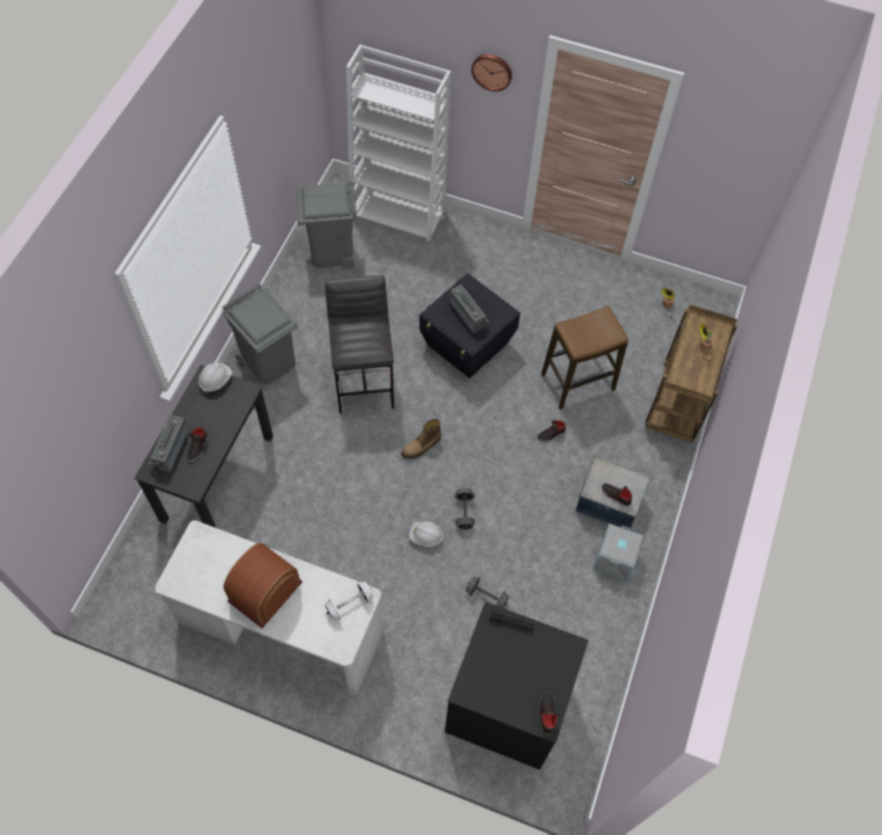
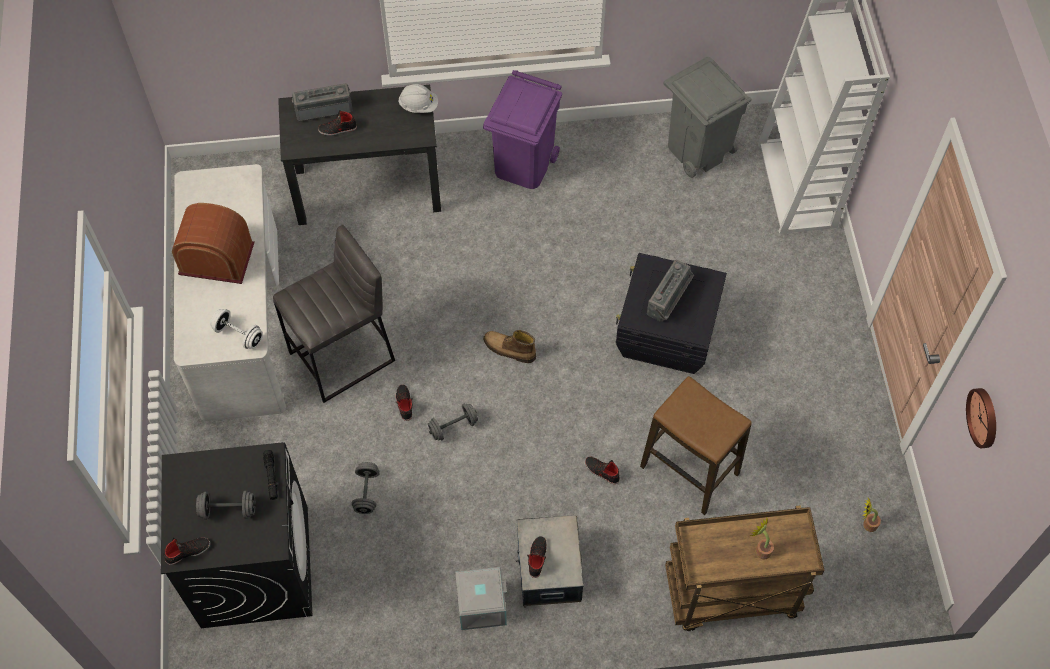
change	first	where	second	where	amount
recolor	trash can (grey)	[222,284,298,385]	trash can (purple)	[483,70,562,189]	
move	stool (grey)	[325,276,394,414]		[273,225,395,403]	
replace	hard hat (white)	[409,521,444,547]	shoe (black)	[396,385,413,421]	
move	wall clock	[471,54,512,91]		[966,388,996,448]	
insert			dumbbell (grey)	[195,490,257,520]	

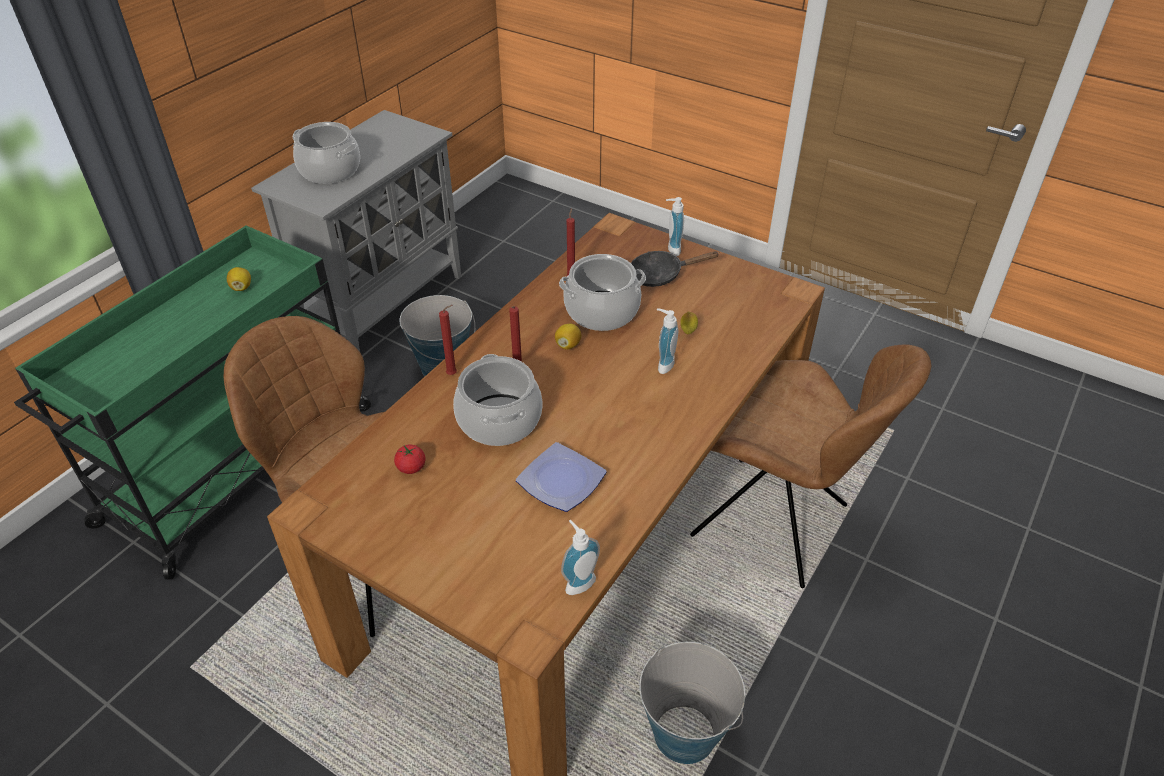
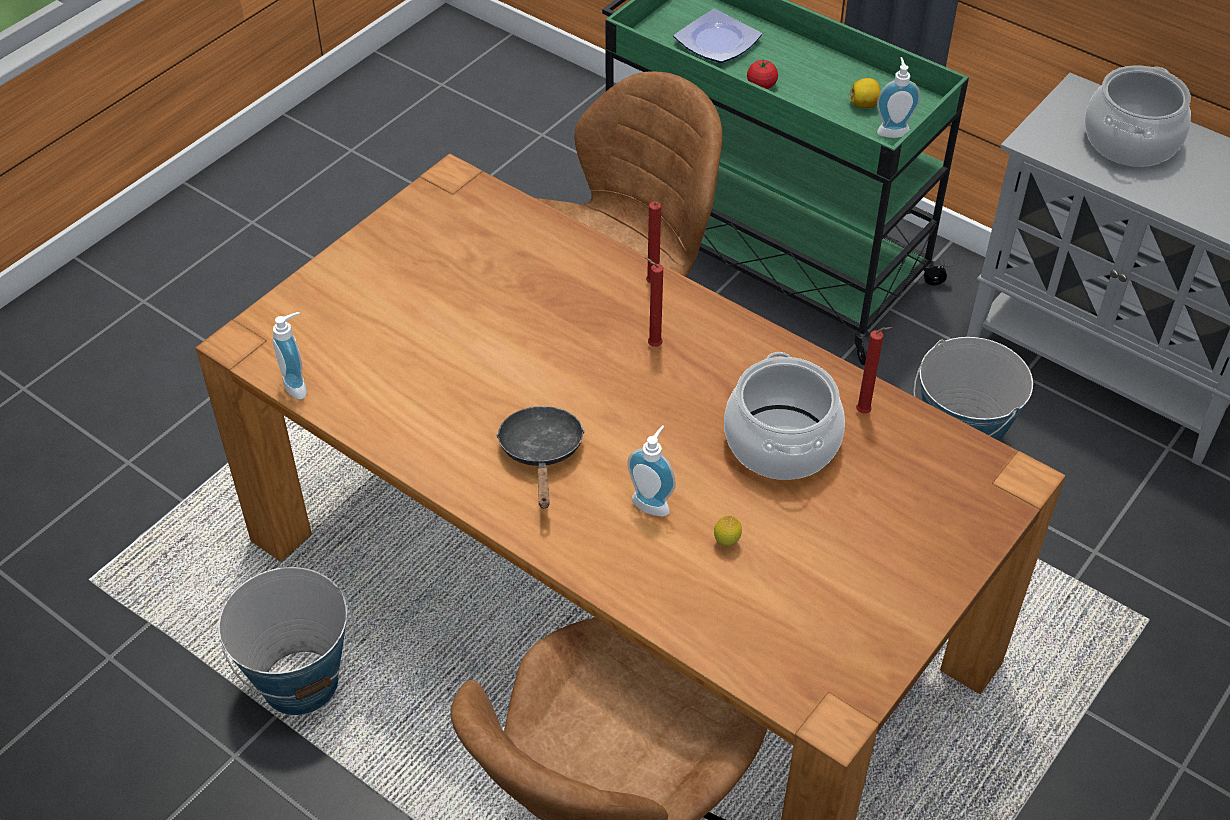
change	first	where	second	where	amount
move	tomato	[394,445,426,474]		[747,60,778,89]	
delete	cooking pot	[453,354,542,446]			
move	plate	[516,442,607,512]		[674,9,762,63]	
delete	lemon	[555,324,581,350]			
move	frying pan (black)	[631,251,720,287]		[496,406,585,508]	
move	soap dispenser	[666,197,684,256]		[877,57,921,138]	

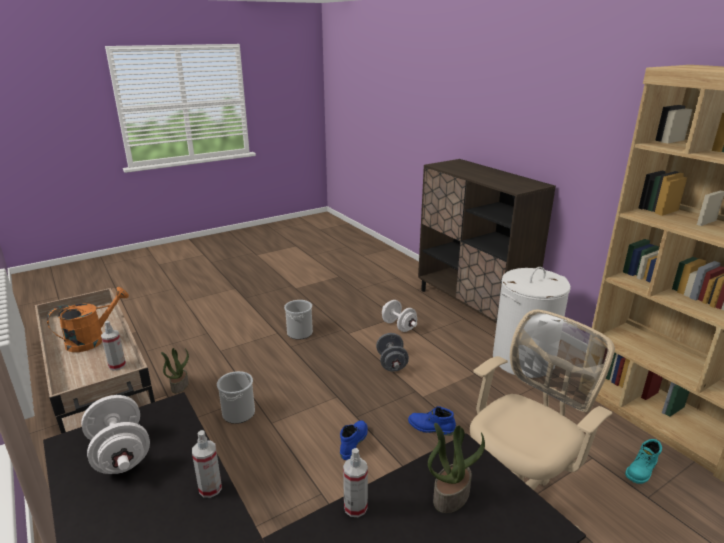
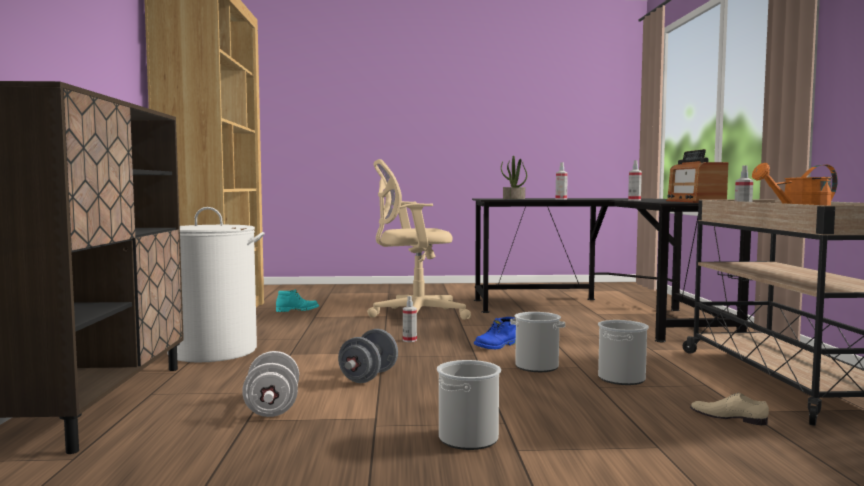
change	first	where	second	where	amount
replace	dumbbell (white)	[81,395,150,474]	radio	[666,149,728,203]	
replace	potted plant	[161,348,189,394]	shoe (beige)	[690,393,769,425]	
replace	boot (blue)	[408,406,456,436]	spray bottle	[403,296,417,342]	
insert			bucket	[511,312,565,372]	

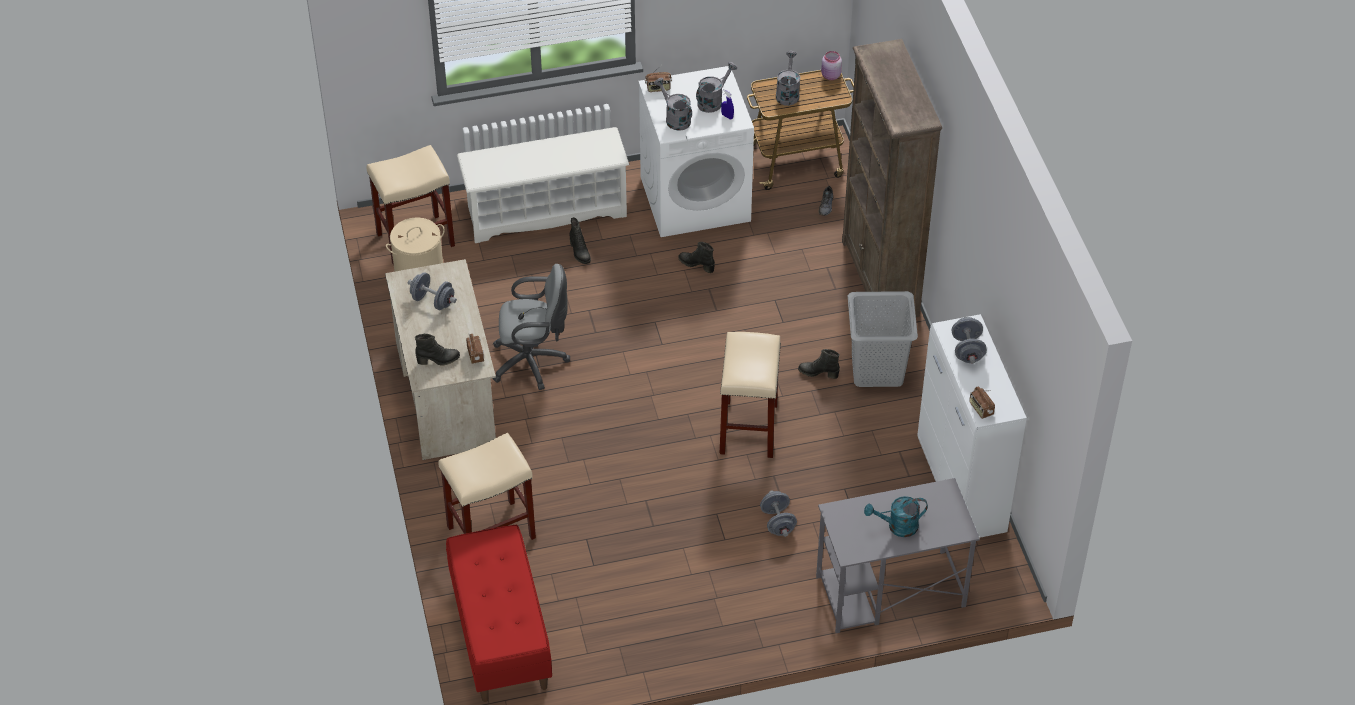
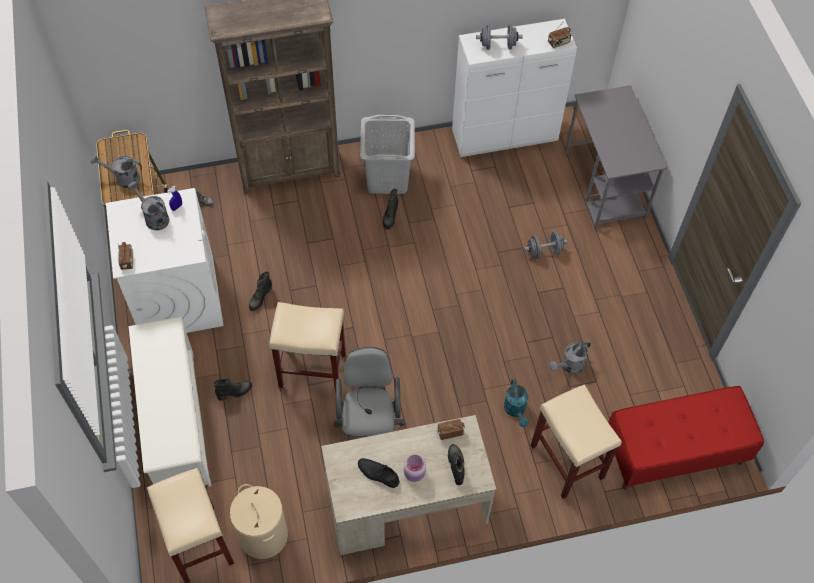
change	first	where	second	where	amount
replace	dumbbell (grey)	[408,272,457,310]	shoe (black)	[358,458,399,488]	
move	watering can (grey)	[654,78,692,131]		[549,341,591,374]	
move	stool (beige)	[720,332,781,458]		[269,302,346,393]	
move	jar (pink)	[821,51,842,80]		[404,455,426,482]	
move	watering can (turquoise)	[864,496,928,537]		[504,379,529,427]	

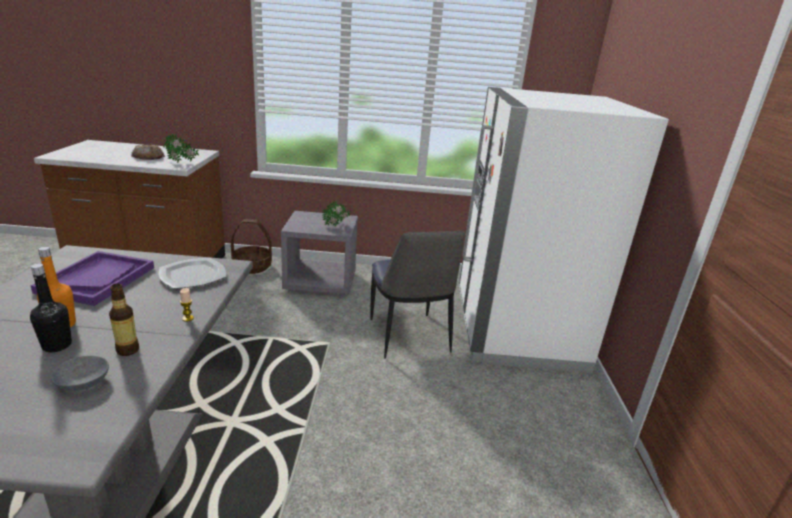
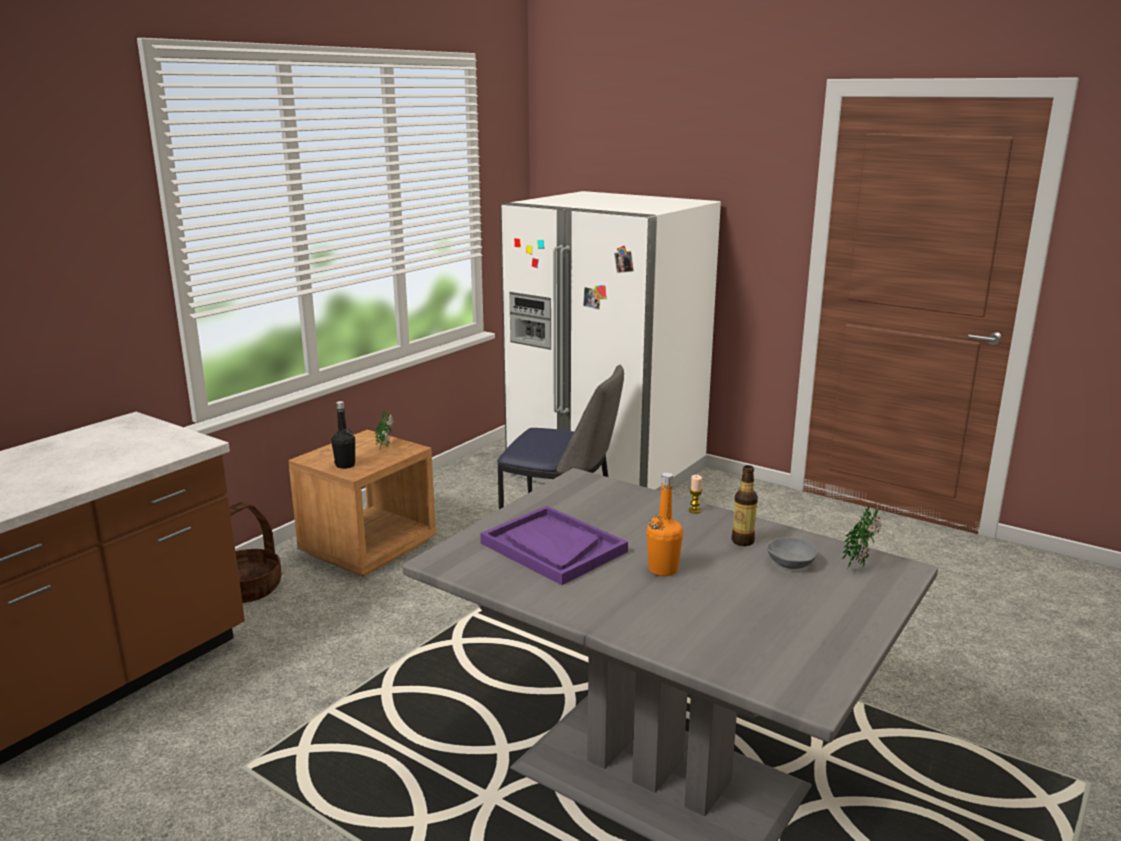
change	first	where	second	where	amount
move	bottle (black)	[30,264,72,352]		[331,401,355,469]	
delete	bread	[131,143,165,160]			
delete	plate	[158,258,226,289]			
move	potted plant	[164,133,199,163]		[842,505,881,569]	
recolor	nightstand (grey)	[281,211,358,296]	nightstand (brown)	[288,430,436,577]	

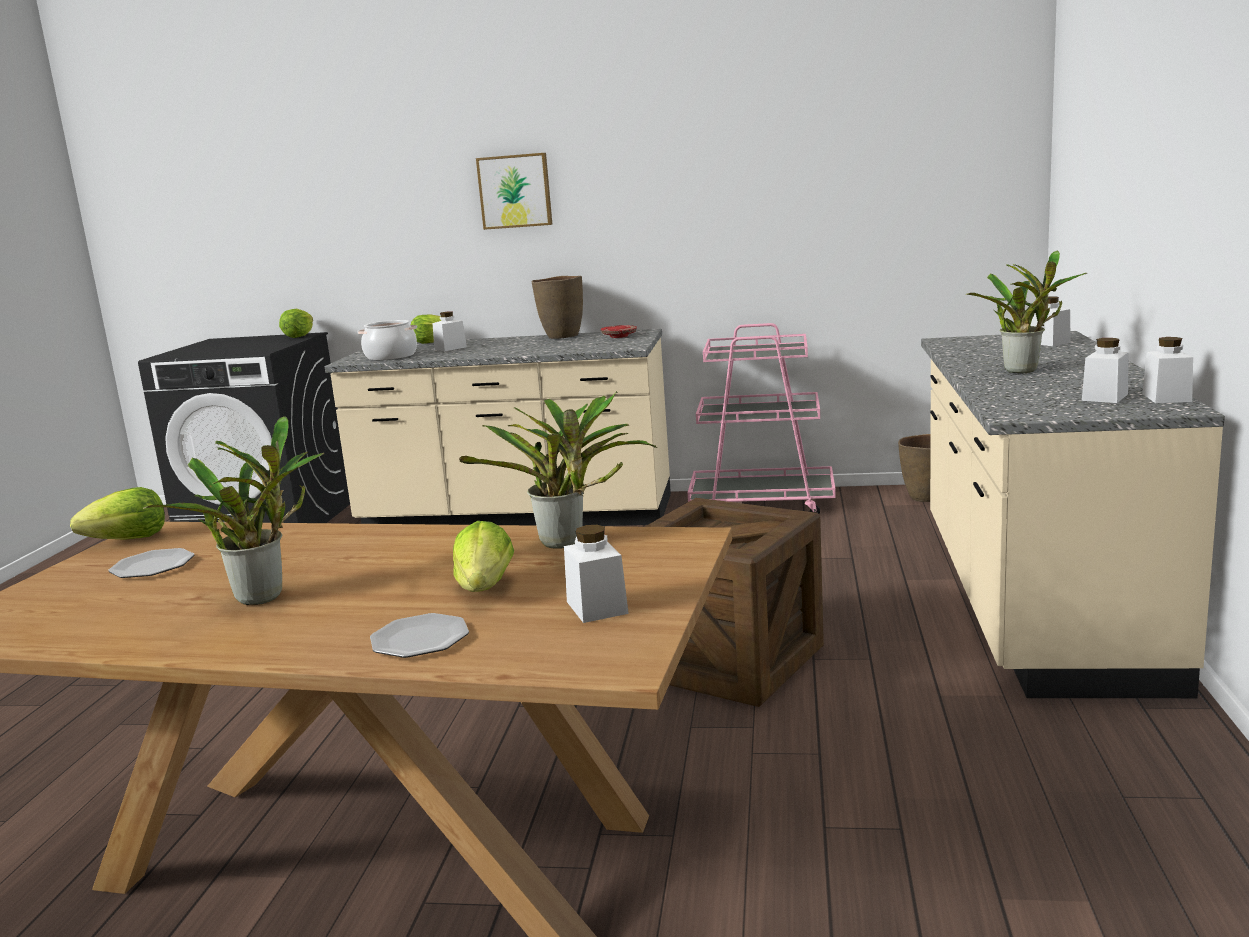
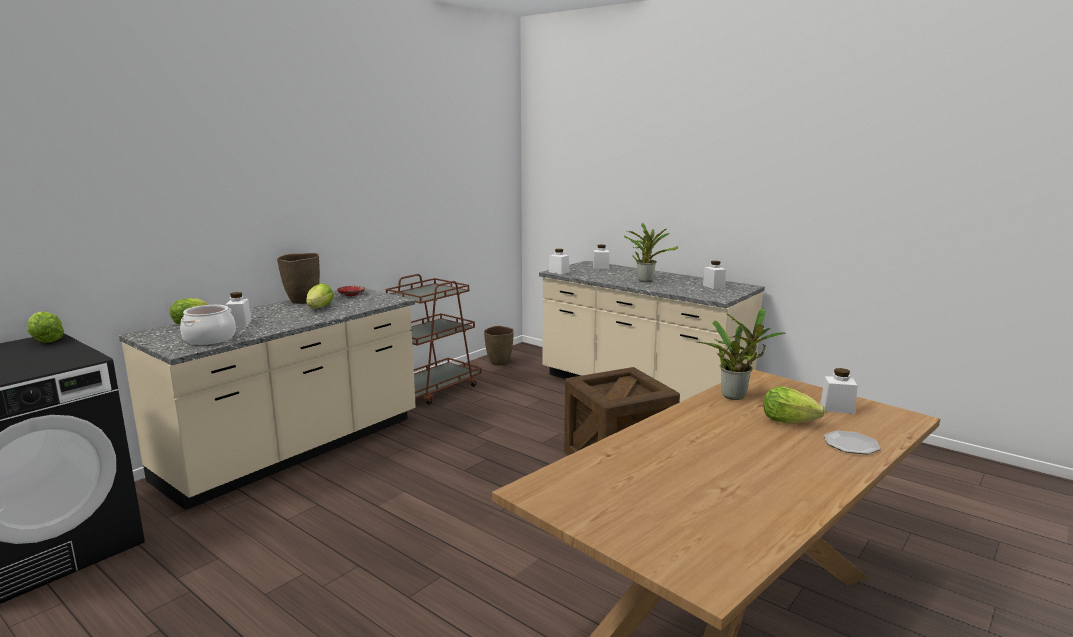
change	first	where	second	where	amount
move	lettuce	[70,487,165,540]		[306,283,334,308]	
delete	plate	[108,548,194,578]			
delete	potted plant	[143,416,325,605]			
delete	picture	[476,153,552,230]			
recolor	cart (pink)	[687,323,836,514]	cart (brown)	[386,274,482,405]	
move	jar (white)	[1142,337,1193,403]		[549,249,570,274]	

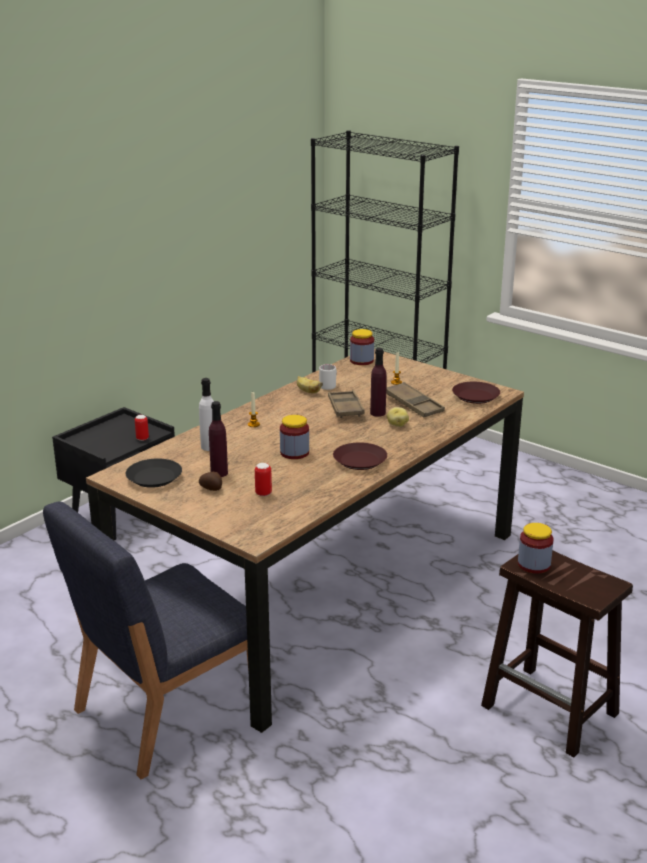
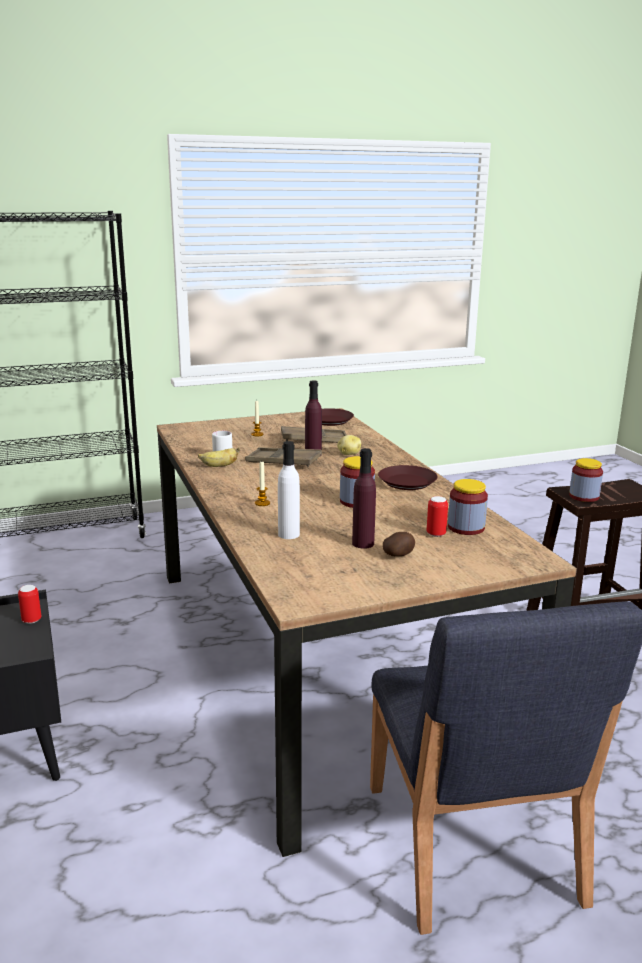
change	first	where	second	where	amount
delete	plate (black)	[126,458,182,488]			
move	jar	[350,329,374,365]		[448,479,488,535]	

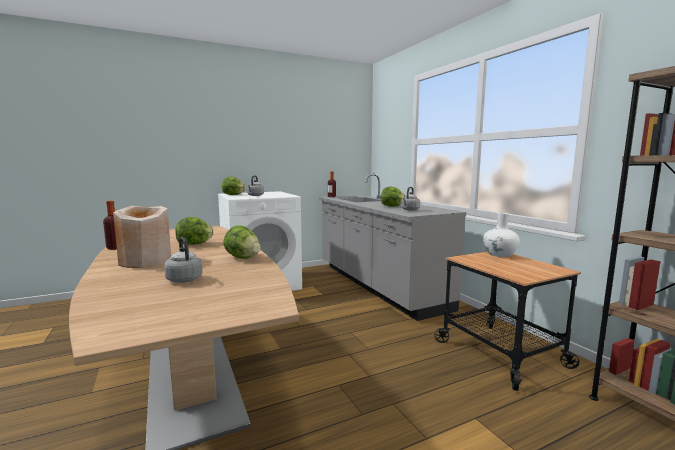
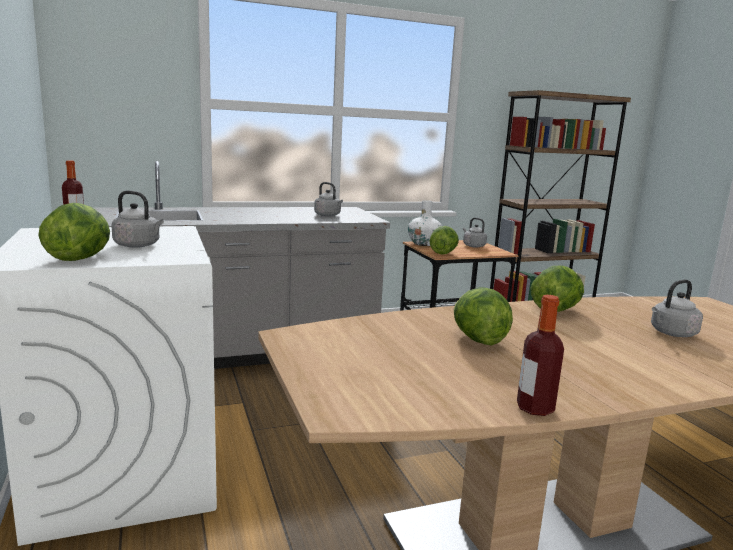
change	first	where	second	where	amount
delete	vase (beige)	[113,206,171,268]			
move	lettuce	[381,187,405,206]		[430,226,459,254]	
insert			kettle (grey)	[463,218,487,248]	

